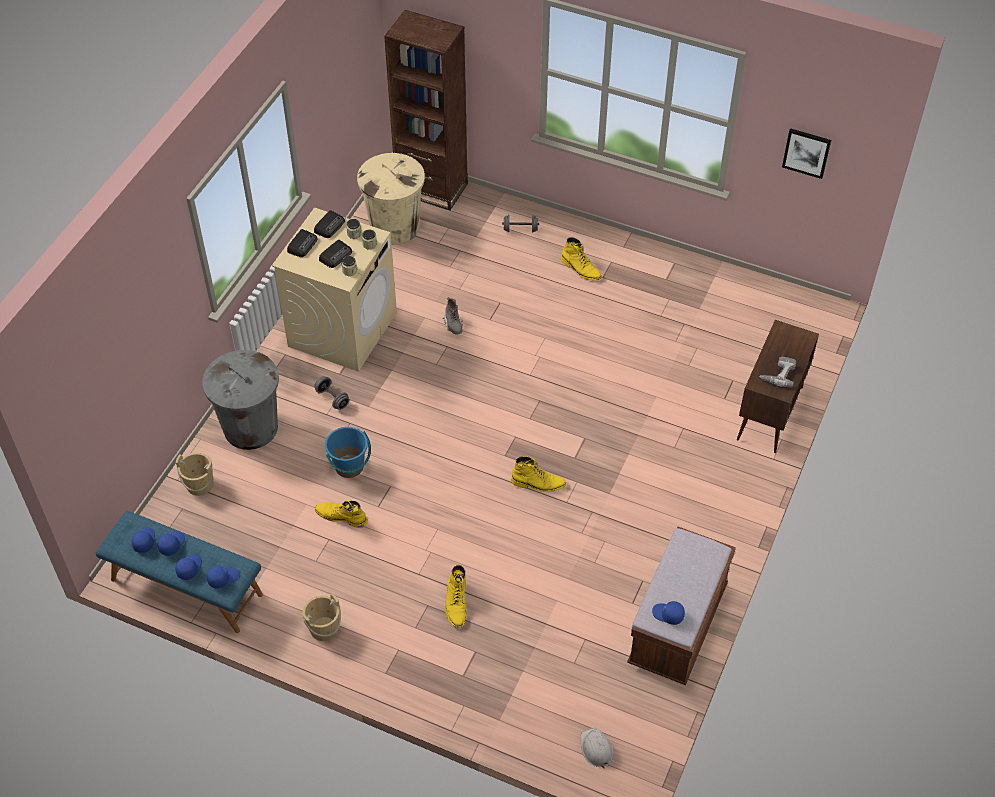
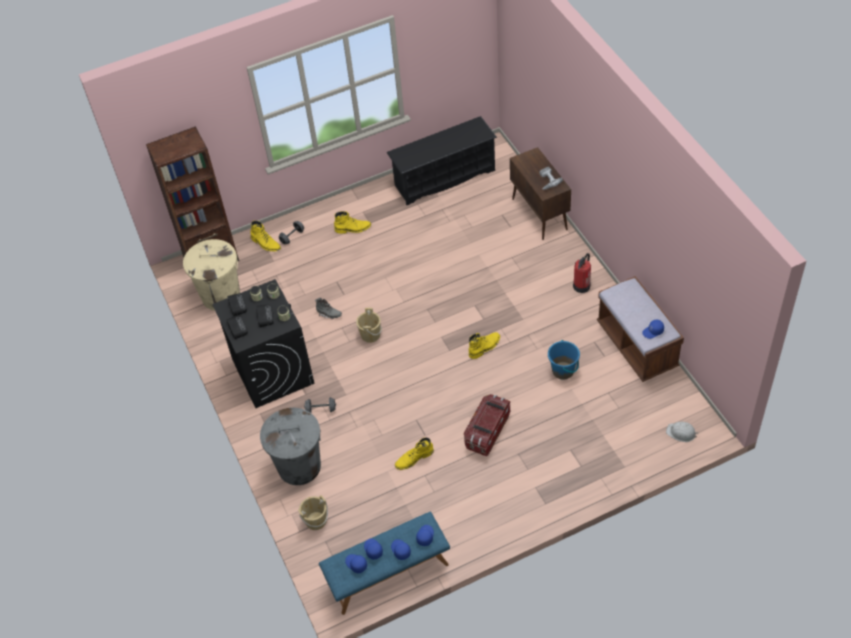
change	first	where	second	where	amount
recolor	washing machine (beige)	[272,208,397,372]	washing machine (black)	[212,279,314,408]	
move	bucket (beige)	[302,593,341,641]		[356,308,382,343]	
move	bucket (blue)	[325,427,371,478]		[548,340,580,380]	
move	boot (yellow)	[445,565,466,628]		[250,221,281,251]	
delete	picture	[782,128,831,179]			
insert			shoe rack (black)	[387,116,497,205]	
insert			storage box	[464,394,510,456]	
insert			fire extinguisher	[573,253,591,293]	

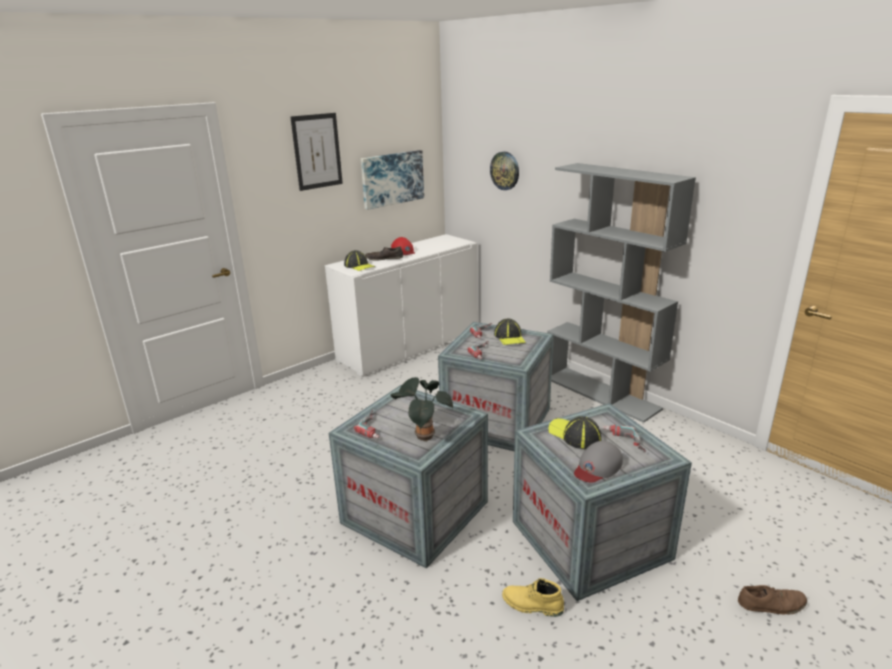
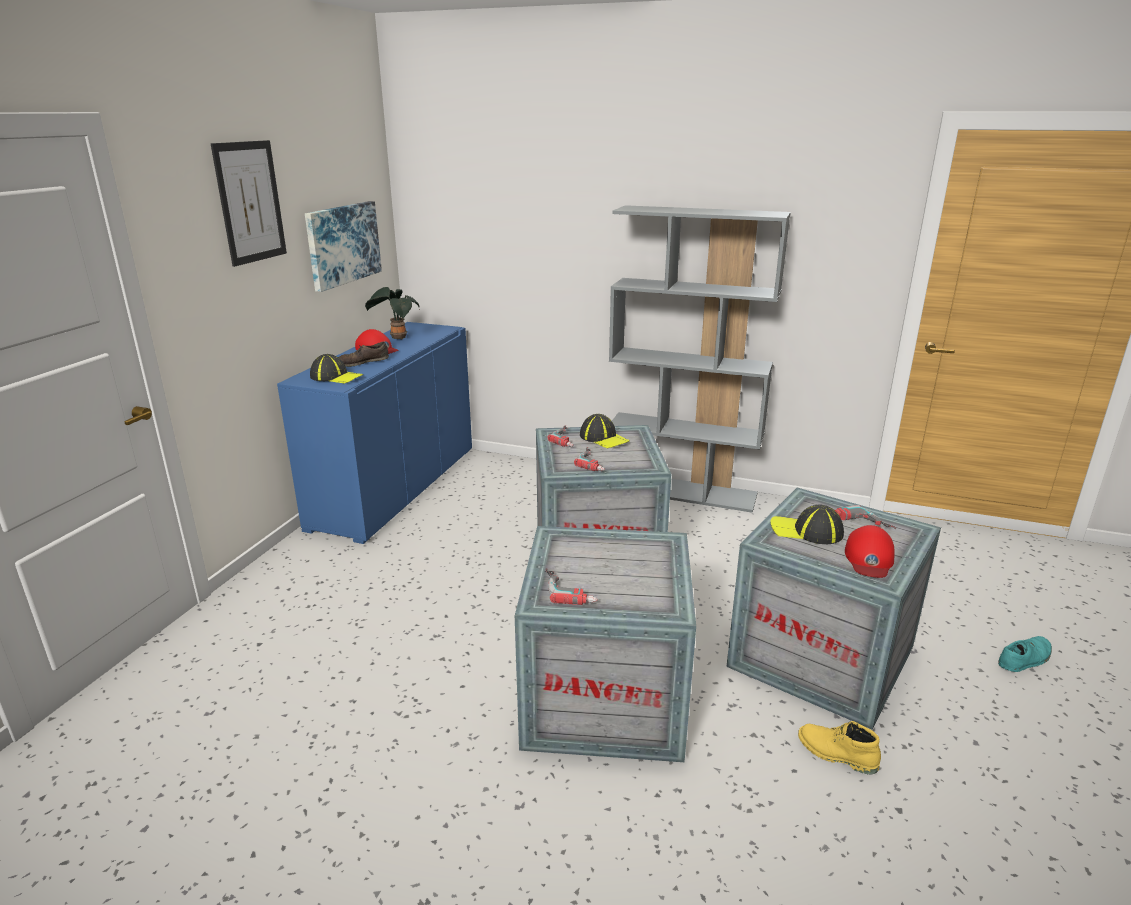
change	first	where	second	where	amount
recolor	cabinet (white)	[325,234,478,377]	cabinet (blue)	[277,322,472,544]	
move	potted plant	[390,377,453,442]		[365,287,420,340]	
delete	wall clock	[490,152,519,190]			
rotate	boot (yellow)	[502,578,564,617]		[798,721,881,774]	45 degrees clockwise
recolor	cap (grey)	[574,441,623,483]	cap (red)	[845,525,895,578]	
recolor	shoe (brown)	[738,585,807,614]	shoe (turquoise)	[998,636,1052,672]	

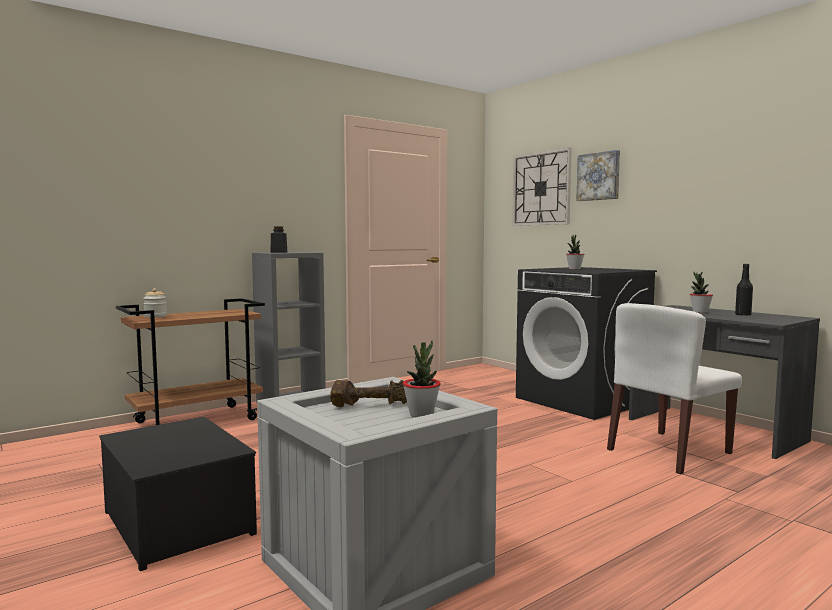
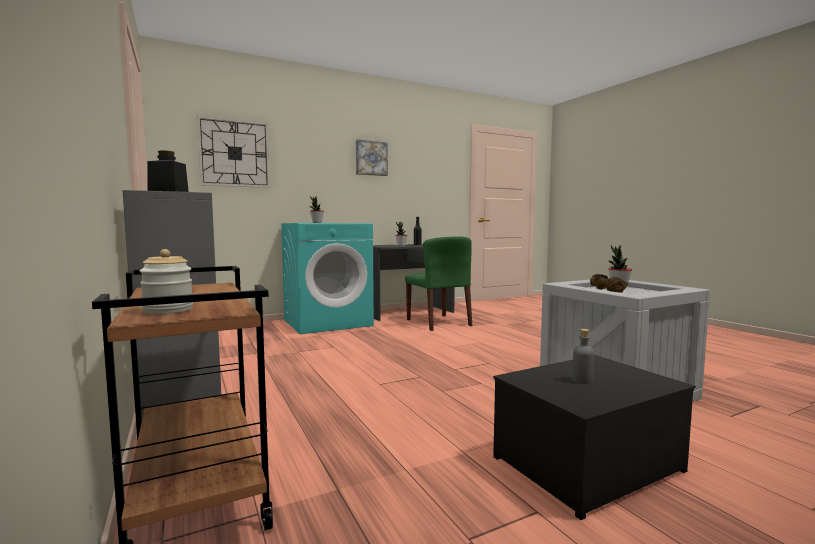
change	first	where	second	where	amount
recolor	washing machine (black)	[516,267,657,420]	washing machine (turquoise)	[281,223,374,334]	
move	picture	[576,150,620,201]		[356,140,388,176]	
recolor	chair (white)	[607,303,742,474]	chair (green)	[405,236,472,331]	
insert			bottle (grey)	[572,329,594,384]	

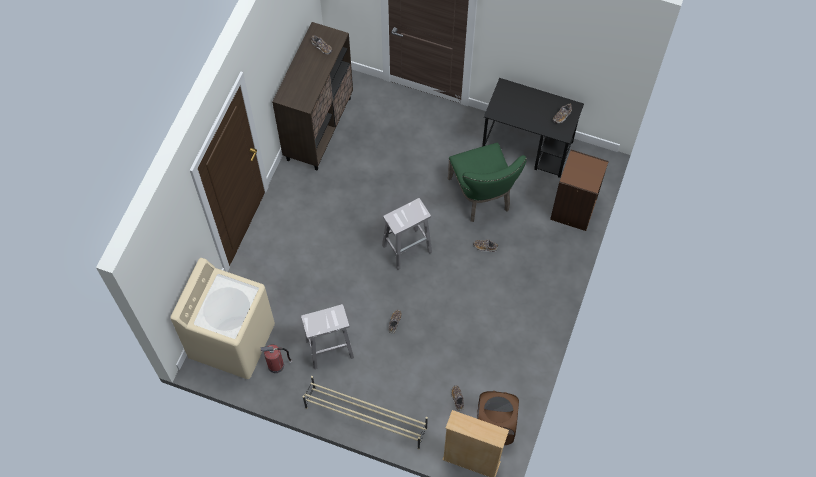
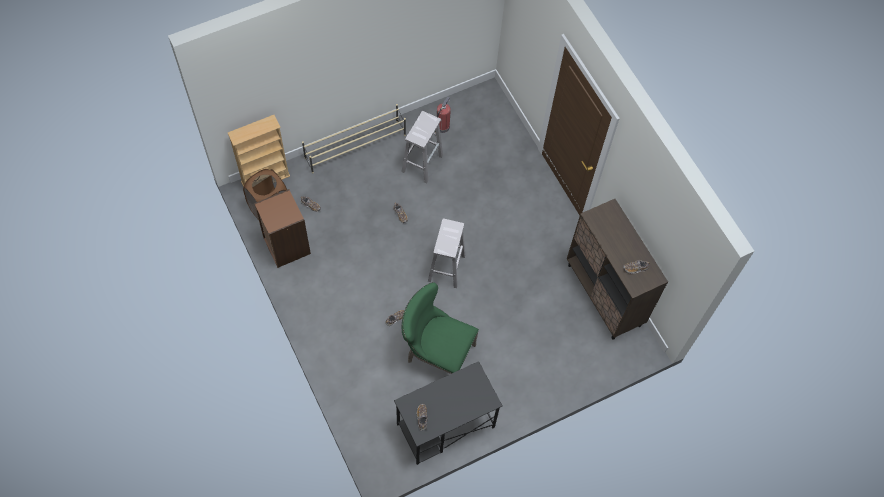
change	first	where	second	where	amount
delete	washing machine (beige)	[170,258,275,379]			
move	bookcase (brown)	[550,150,609,231]		[254,189,311,268]	

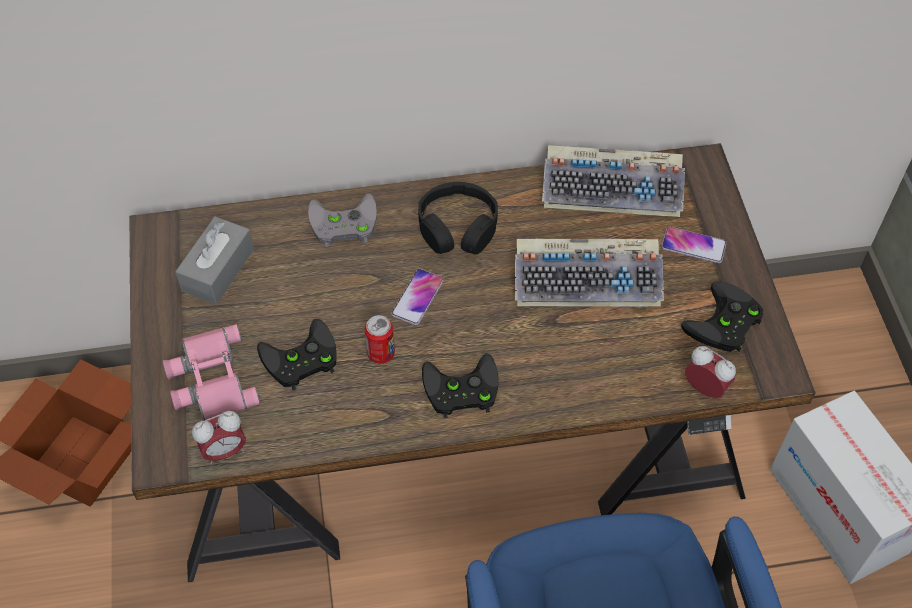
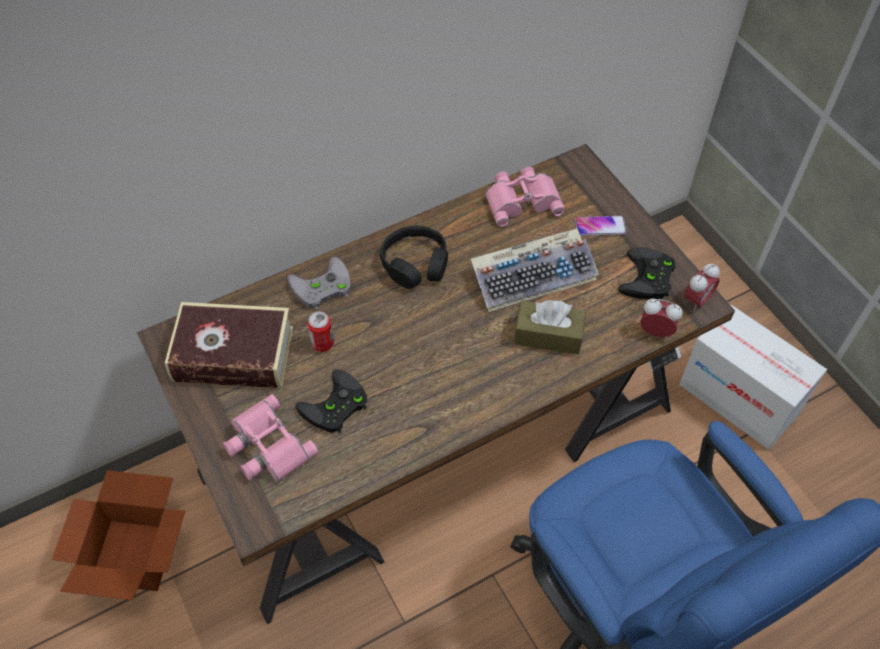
change	first	where	second	where	amount
replace	tissue box (grey)	[175,216,254,304]	book	[164,302,293,388]	
move	alarm clock	[192,411,246,465]		[684,263,720,312]	
move	can	[365,315,395,364]		[307,311,334,352]	
delete	phone	[391,269,444,325]			
delete	game controller (black)	[422,353,499,418]			
replace	keyboard	[542,145,685,217]	binoculars (pink)	[485,167,565,227]	
insert			tissue box (brown)	[514,300,586,355]	

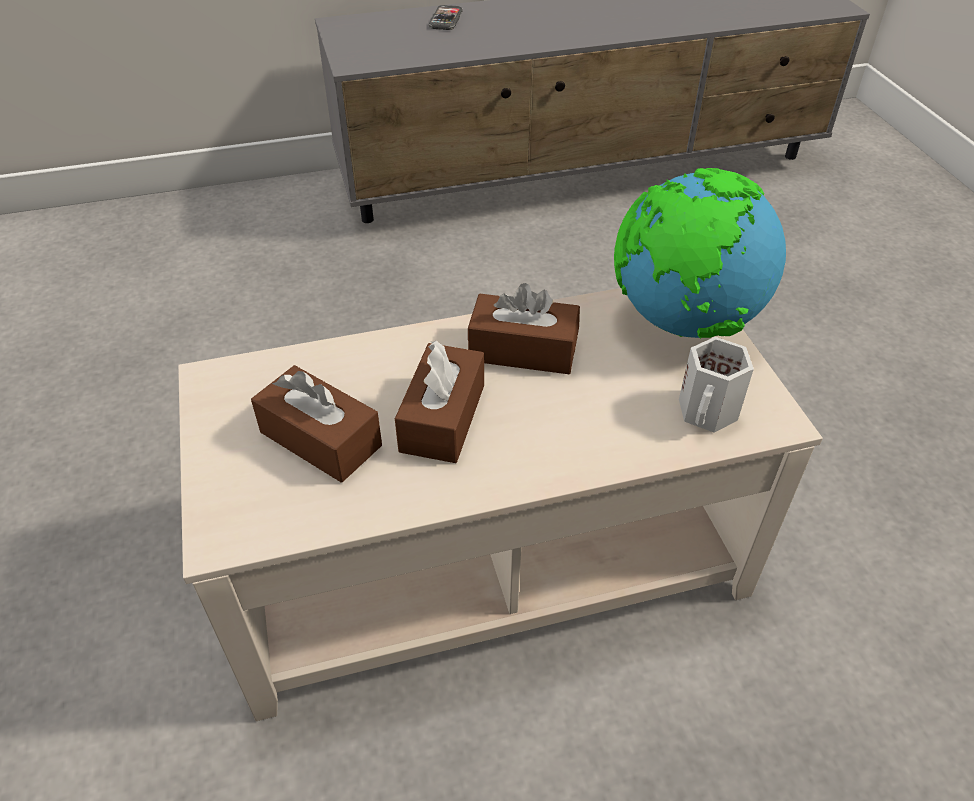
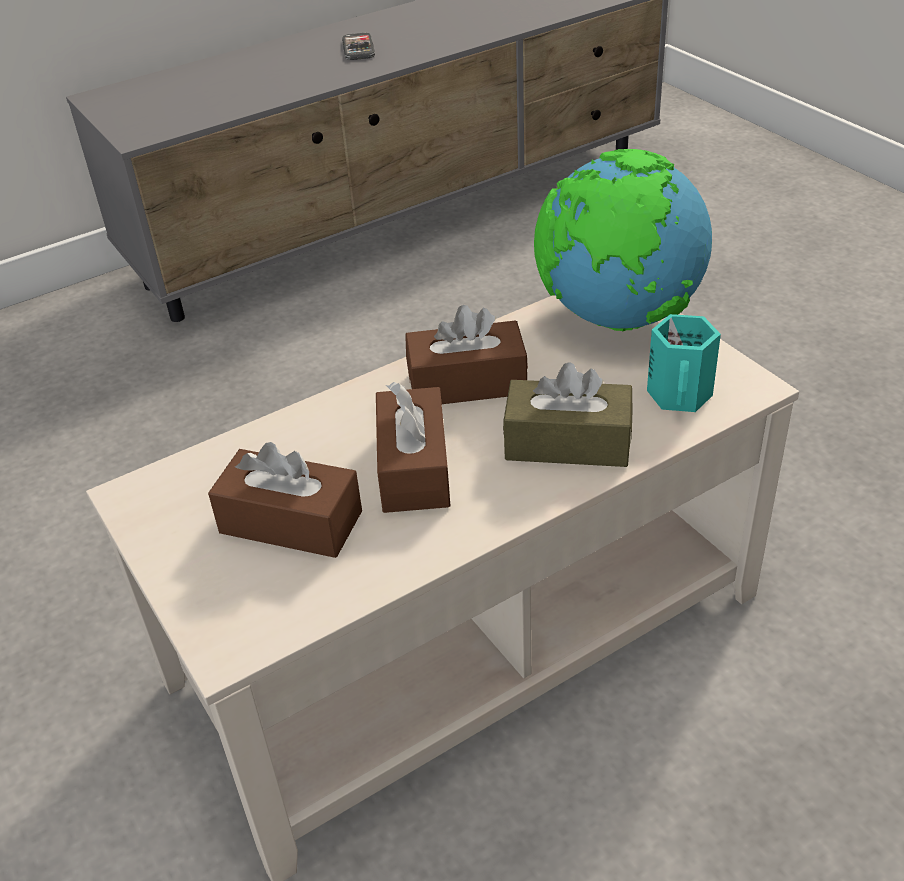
change	first	where	second	where	amount
move	phone	[429,5,463,30]		[342,33,375,60]	
recolor	mug (white)	[679,337,754,433]	mug (turquoise)	[647,314,721,412]	
insert			tissue box (brown)	[503,362,632,467]	

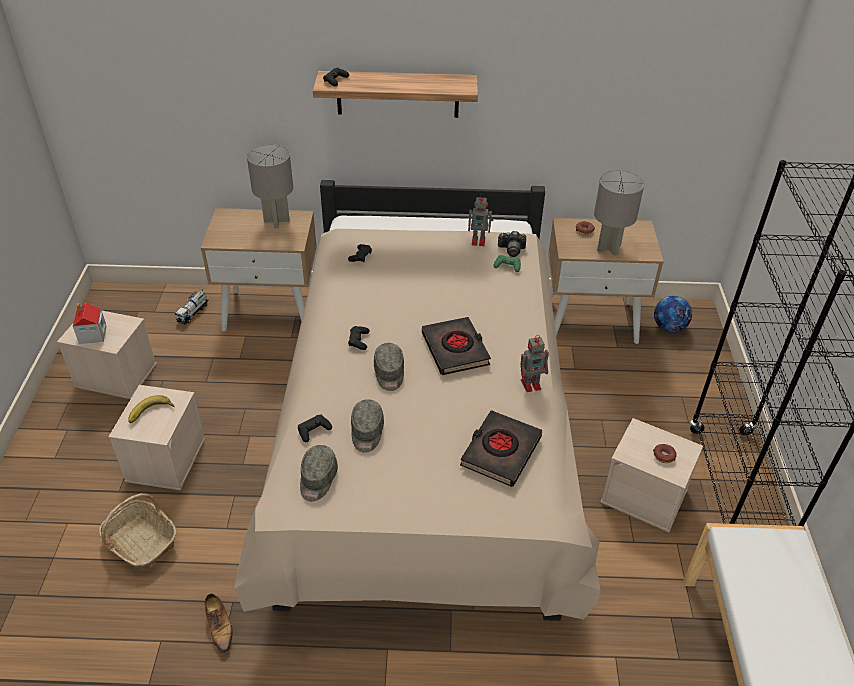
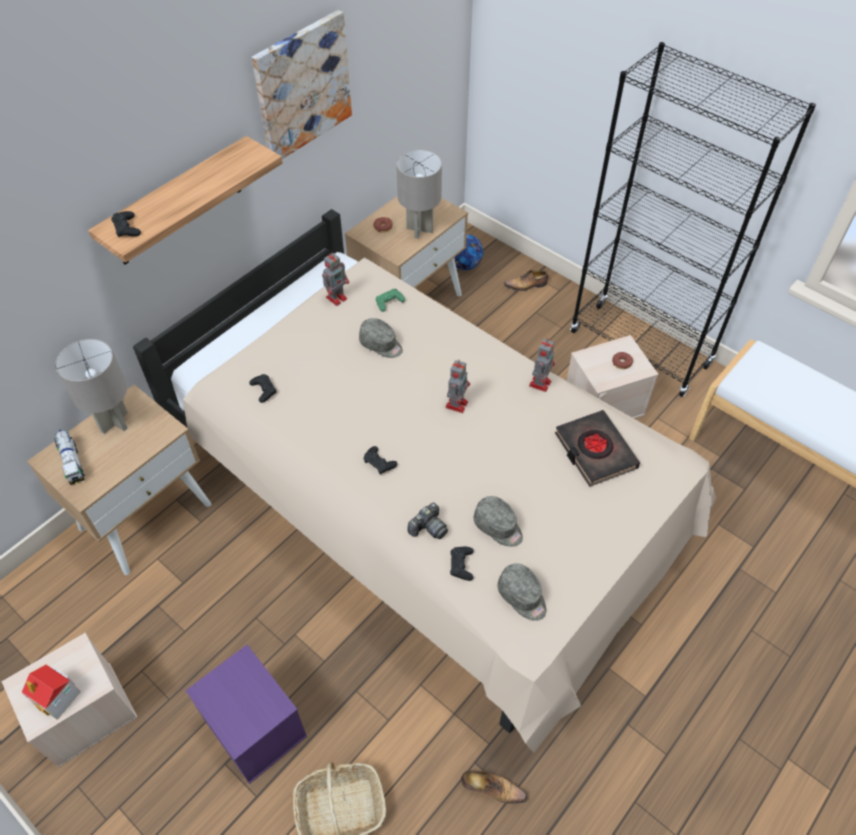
change	first	where	second	where	amount
recolor	storage box (beige)	[109,385,206,490]	storage box (purple)	[185,645,307,784]	
delete	banana	[128,395,174,423]			
move	toy truck	[175,290,209,324]		[54,430,85,485]	
move	cap (grey)	[374,343,404,391]		[359,318,403,358]	
replace	book (black)	[422,317,491,375]	toy robot	[445,360,470,413]	
move	photo camera	[497,231,526,257]		[407,503,448,539]	
insert			picture	[252,10,352,159]	
insert			shoe	[504,270,548,291]	

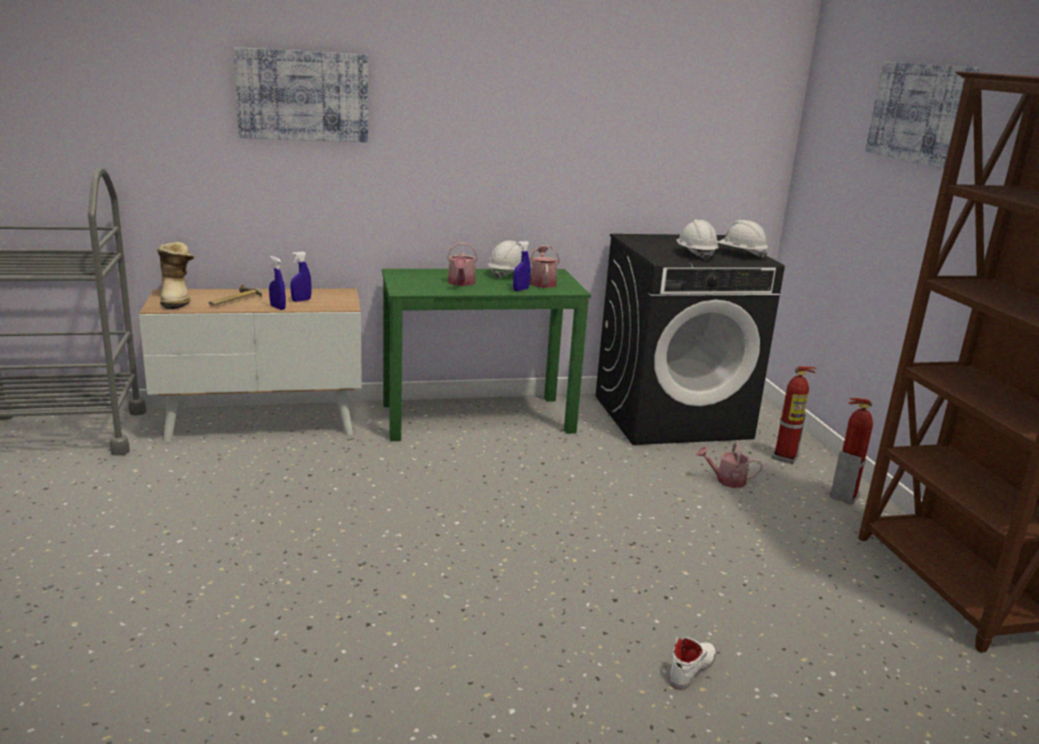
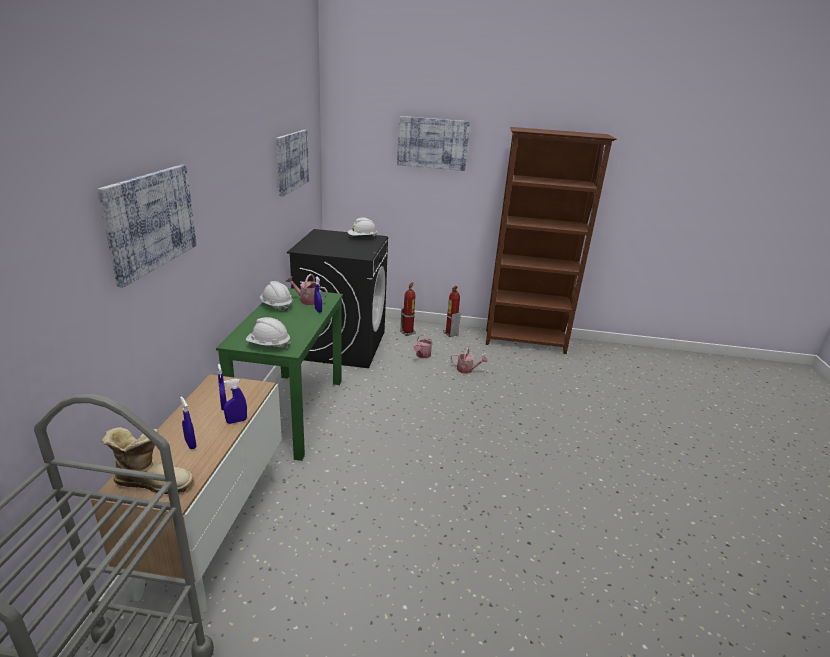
change	first	where	second	where	amount
replace	hammer	[209,284,262,306]	spray bottle (blue)	[180,396,196,449]	
move	watering can	[447,243,478,286]		[451,348,488,374]	
delete	shoe (white)	[669,637,716,690]			
move	hard hat (white)	[677,220,719,261]		[246,317,291,348]	
insert			picture	[276,130,309,196]	

